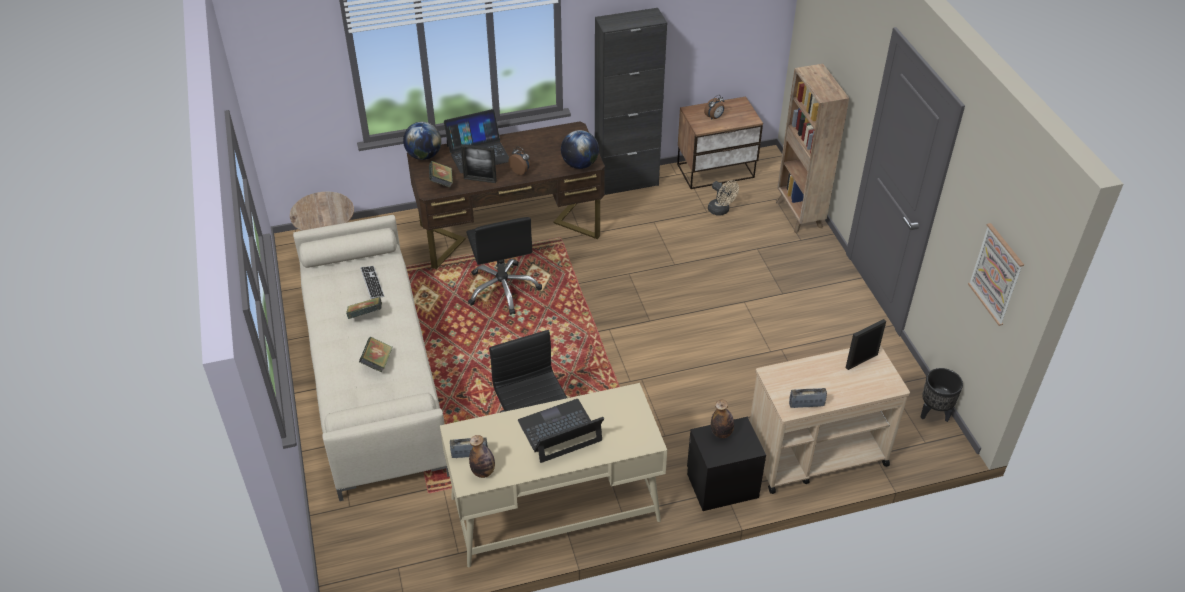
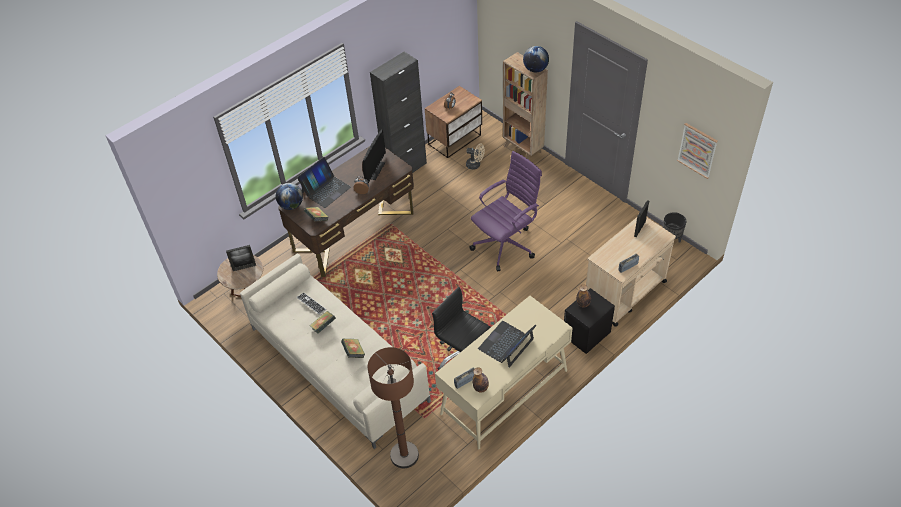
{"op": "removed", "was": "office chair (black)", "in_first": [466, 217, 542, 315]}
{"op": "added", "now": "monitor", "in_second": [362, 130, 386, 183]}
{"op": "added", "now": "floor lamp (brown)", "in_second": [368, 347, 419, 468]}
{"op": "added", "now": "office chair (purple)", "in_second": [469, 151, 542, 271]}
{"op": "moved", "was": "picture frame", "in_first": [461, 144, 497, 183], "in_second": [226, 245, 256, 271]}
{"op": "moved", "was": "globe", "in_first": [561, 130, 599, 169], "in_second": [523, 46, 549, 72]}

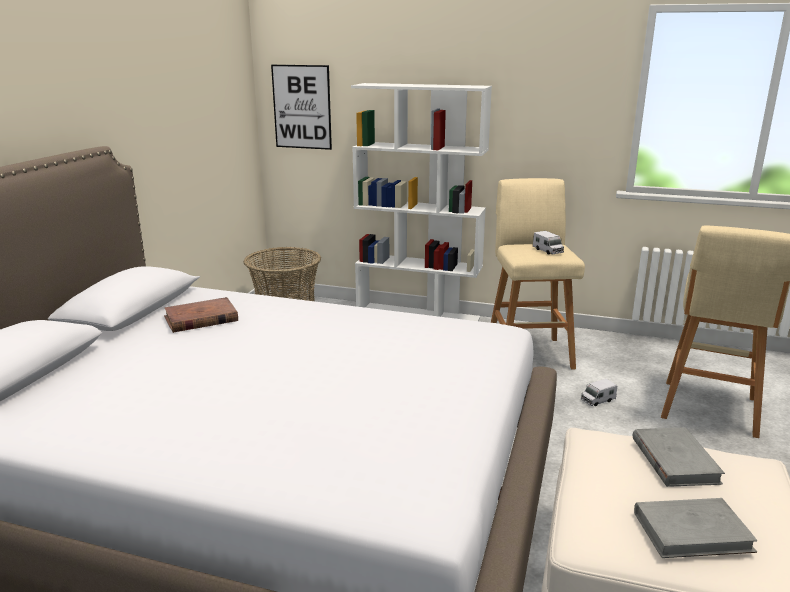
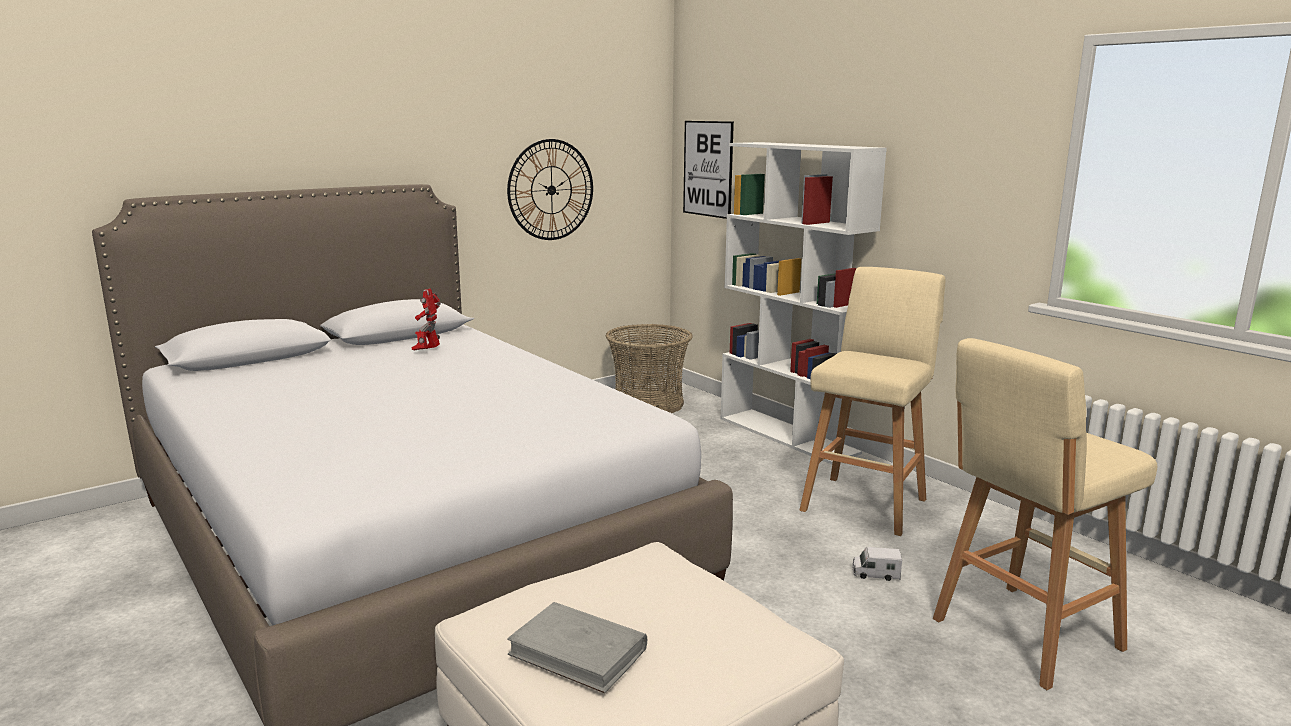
{"op": "removed", "was": "toy truck", "in_first": [533, 231, 564, 255]}
{"op": "removed", "was": "book (grey)", "in_first": [633, 428, 725, 487]}
{"op": "added", "now": "wall clock", "in_second": [507, 139, 593, 240]}
{"op": "replaced", "was": "book (brown)", "now": "toy robot", "in_first": [164, 297, 238, 333], "in_second": [411, 288, 441, 350]}

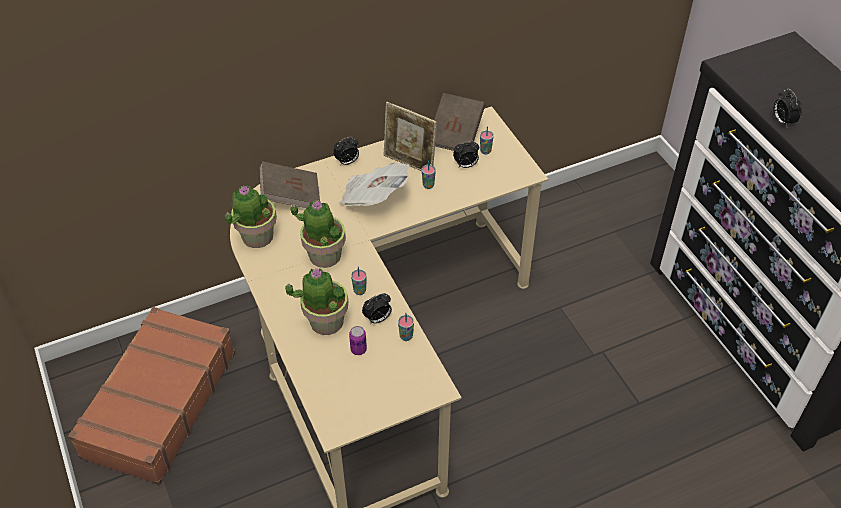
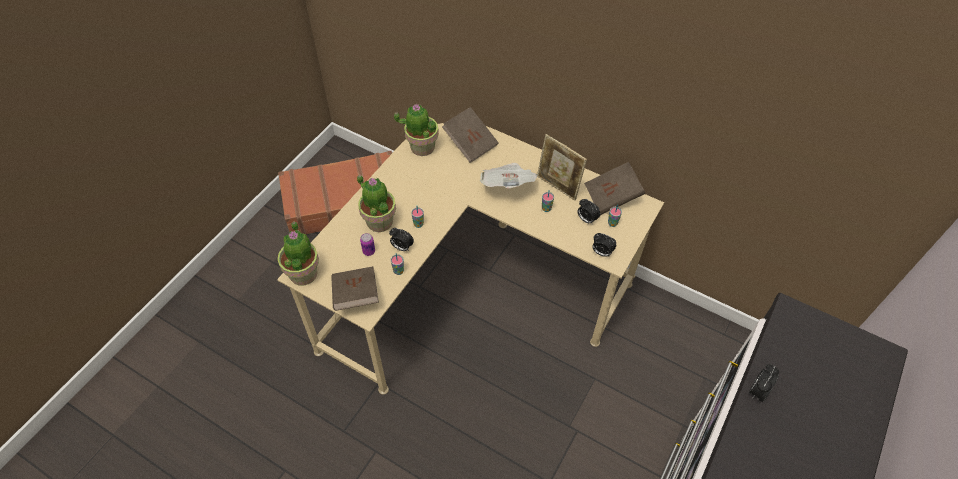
{"op": "added", "now": "book (brown)", "in_second": [331, 266, 379, 311]}
{"op": "moved", "was": "potted plant", "in_first": [291, 200, 346, 268], "in_second": [277, 221, 319, 286]}
{"op": "moved", "was": "alarm clock", "in_first": [333, 137, 359, 166], "in_second": [592, 233, 616, 257]}
{"op": "turned", "was": "picture frame", "in_first": [384, 102, 437, 171], "in_second": [537, 134, 587, 201], "clockwise": -45}

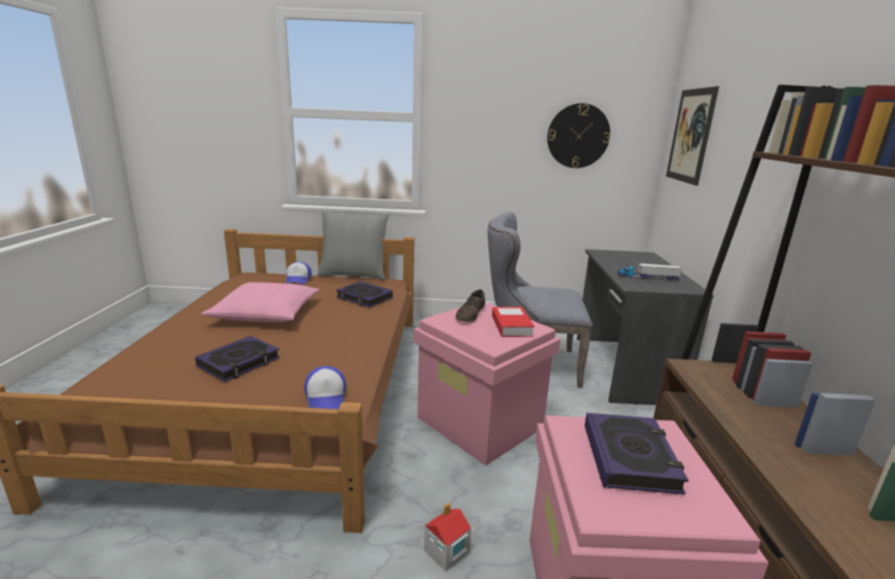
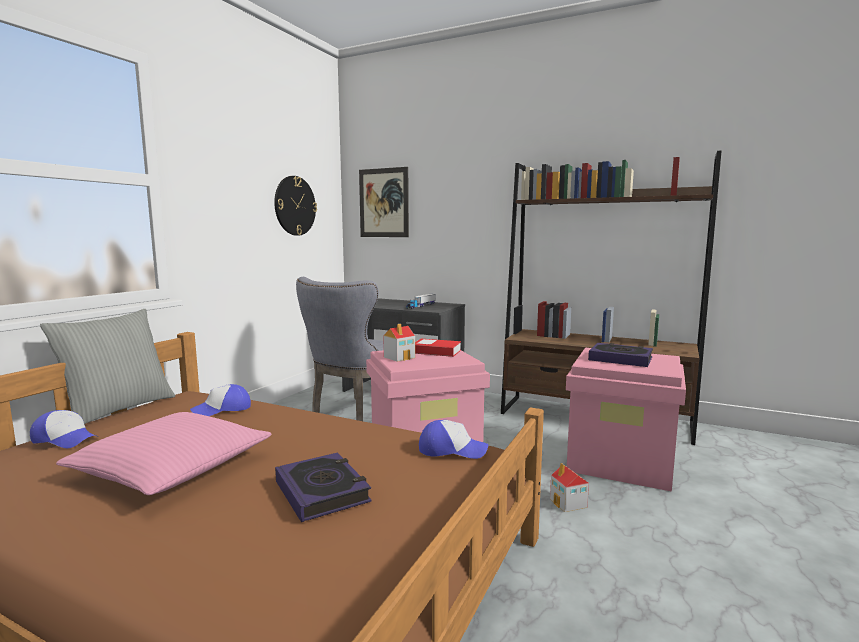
{"op": "replaced", "was": "book", "now": "cap", "in_first": [336, 281, 393, 308], "in_second": [190, 384, 251, 416]}
{"op": "replaced", "was": "shoe (brown)", "now": "toy house", "in_first": [456, 289, 485, 322], "in_second": [383, 324, 415, 362]}

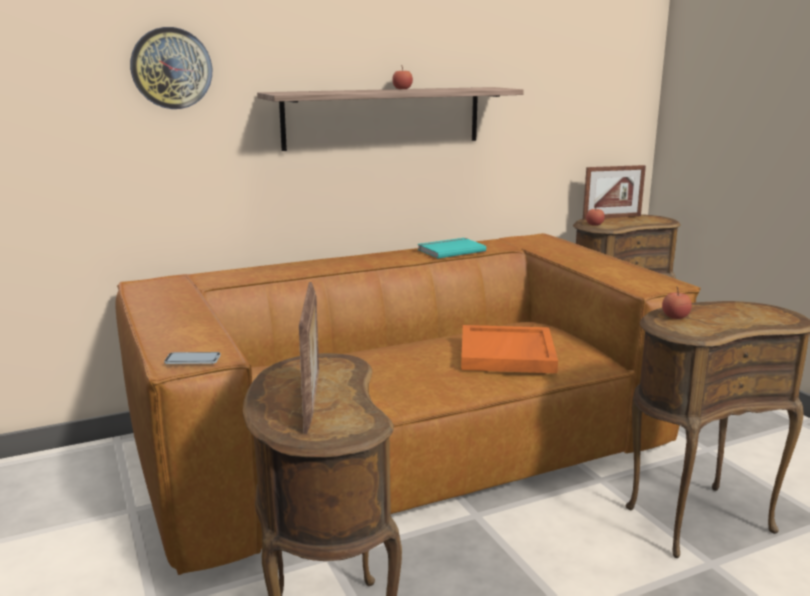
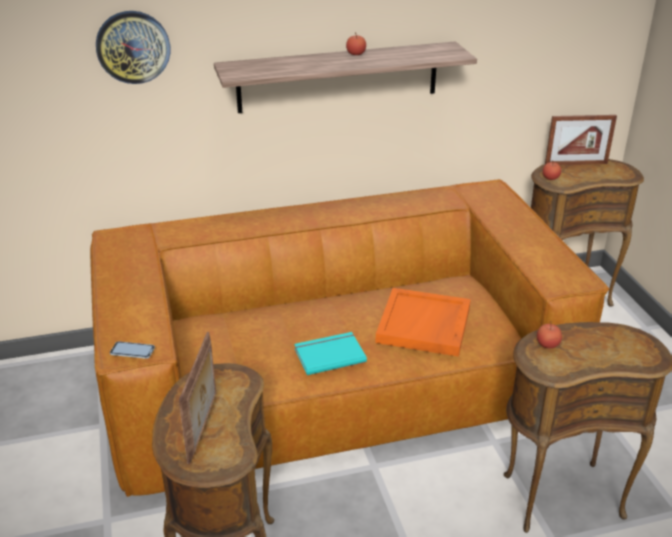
{"op": "moved", "was": "book (turquoise)", "in_first": [417, 238, 486, 259], "in_second": [294, 332, 367, 375]}

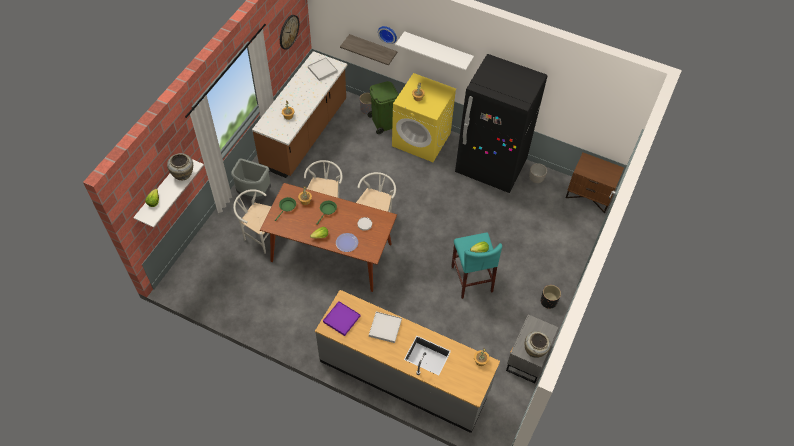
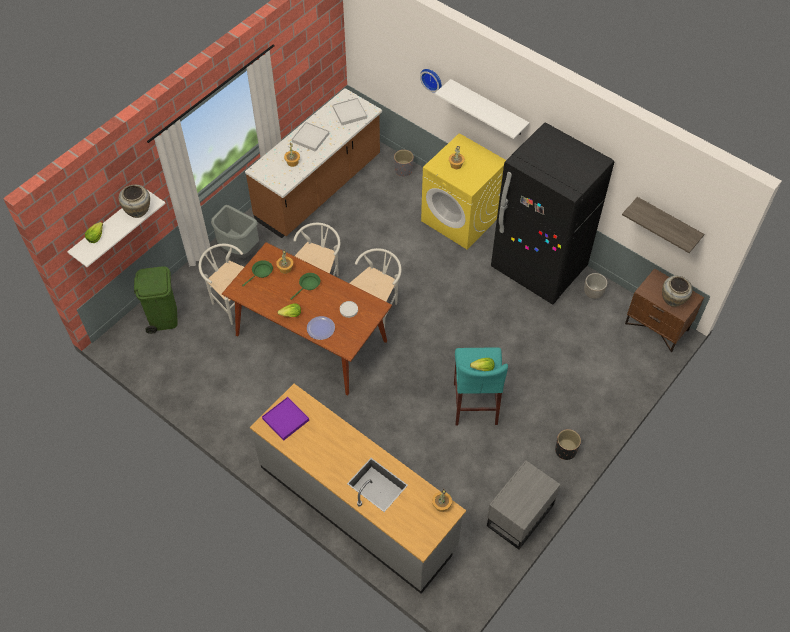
{"op": "removed", "was": "wall clock", "in_first": [280, 15, 299, 50]}
{"op": "moved", "was": "shelf", "in_first": [340, 34, 398, 65], "in_second": [622, 197, 704, 253]}
{"op": "moved", "was": "trash can (green)", "in_first": [368, 81, 399, 134], "in_second": [134, 266, 178, 334]}
{"op": "moved", "was": "tray (white)", "in_first": [369, 312, 402, 343], "in_second": [292, 122, 329, 152]}
{"op": "moved", "was": "vase (beige)", "in_first": [525, 331, 551, 358], "in_second": [662, 276, 693, 307]}

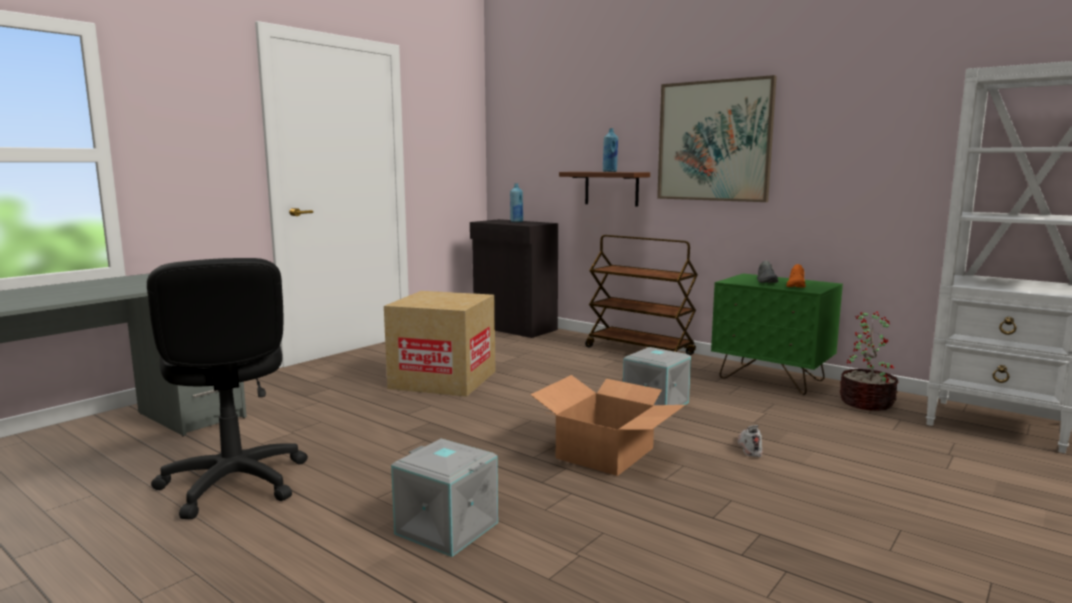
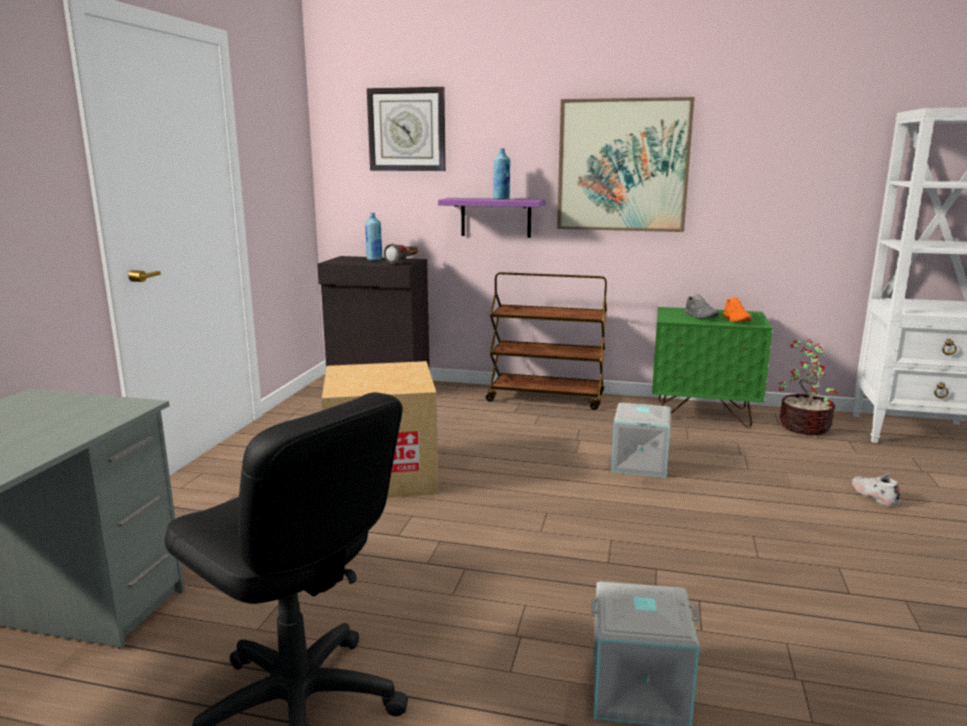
{"op": "removed", "was": "cardboard box", "in_first": [530, 375, 685, 476]}
{"op": "added", "now": "wall clock", "in_second": [367, 87, 446, 171]}
{"op": "added", "now": "flashlight", "in_second": [384, 244, 419, 265]}
{"op": "moved", "was": "shoe (white)", "in_first": [738, 425, 763, 457], "in_second": [852, 473, 901, 507]}
{"op": "recoloured", "was": "shelf (brown)", "now": "shelf (purple)", "in_first": [559, 172, 650, 207], "in_second": [438, 198, 546, 238]}

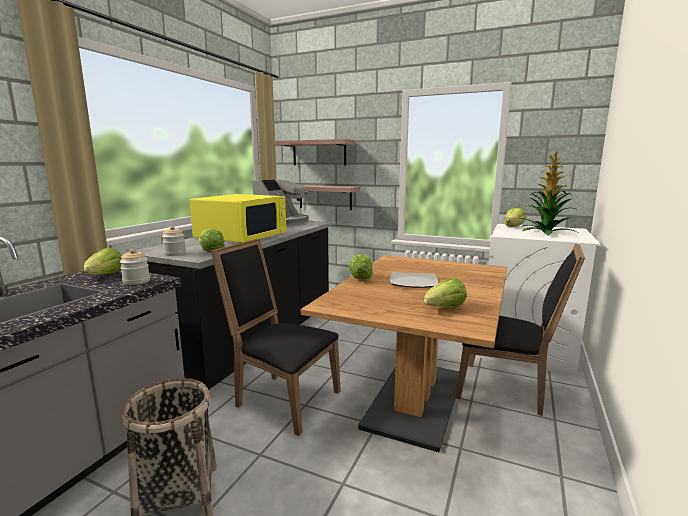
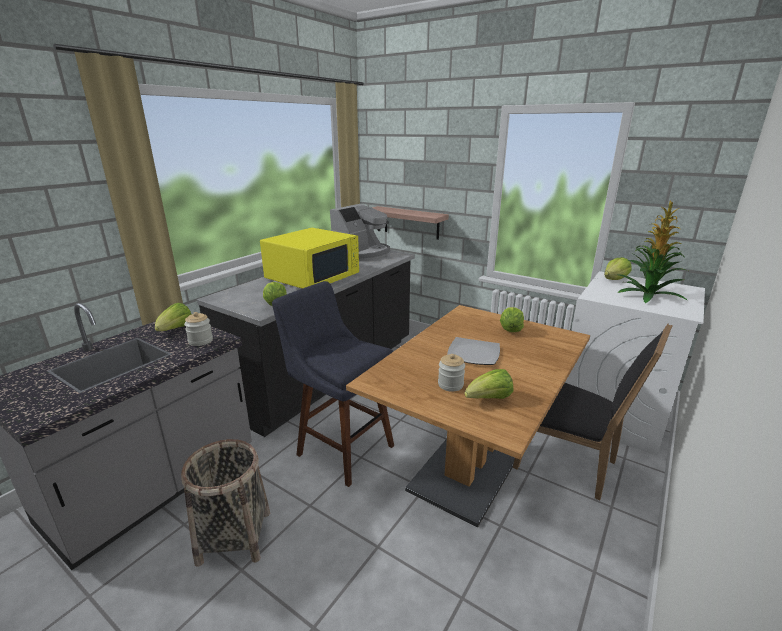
{"op": "removed", "was": "shelf", "in_first": [274, 139, 355, 165]}
{"op": "moved", "was": "jar", "in_first": [162, 226, 186, 256], "in_second": [438, 354, 465, 392]}
{"op": "moved", "was": "lettuce", "in_first": [349, 254, 373, 280], "in_second": [500, 307, 524, 332]}
{"op": "replaced", "was": "chair (black)", "now": "stool (blue)", "in_first": [211, 238, 341, 436], "in_second": [272, 281, 394, 487]}

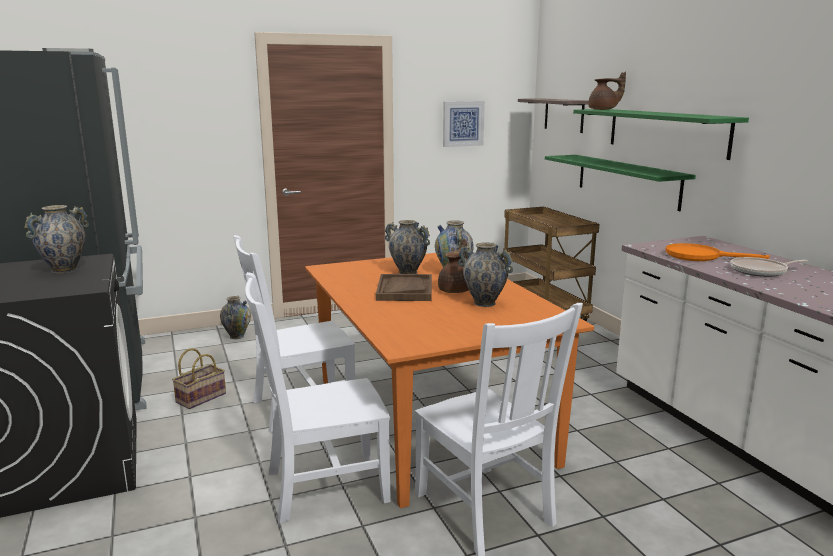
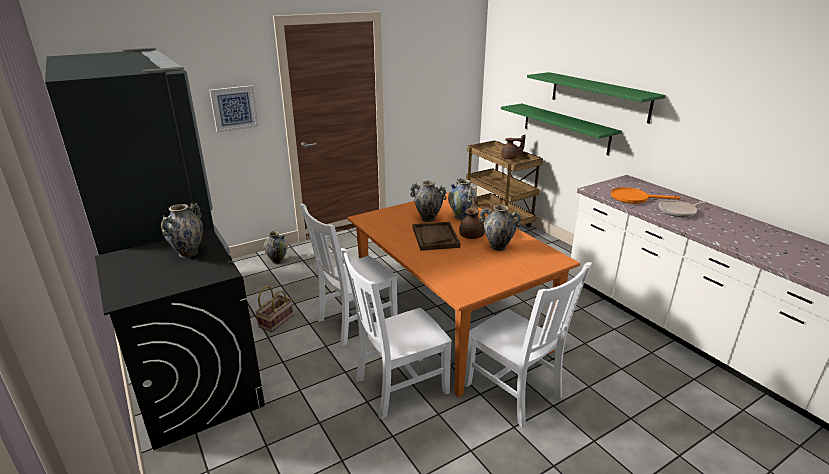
{"op": "removed", "was": "shelf", "in_first": [518, 98, 589, 133]}
{"op": "moved", "was": "picture", "in_first": [443, 101, 485, 147], "in_second": [209, 85, 258, 133]}
{"op": "moved", "was": "teapot (brown)", "in_first": [588, 72, 626, 110], "in_second": [501, 134, 526, 159]}

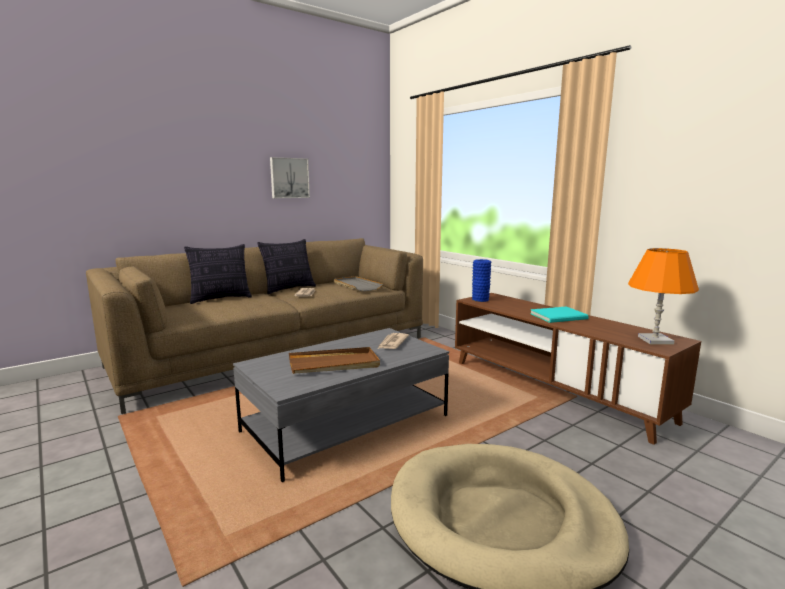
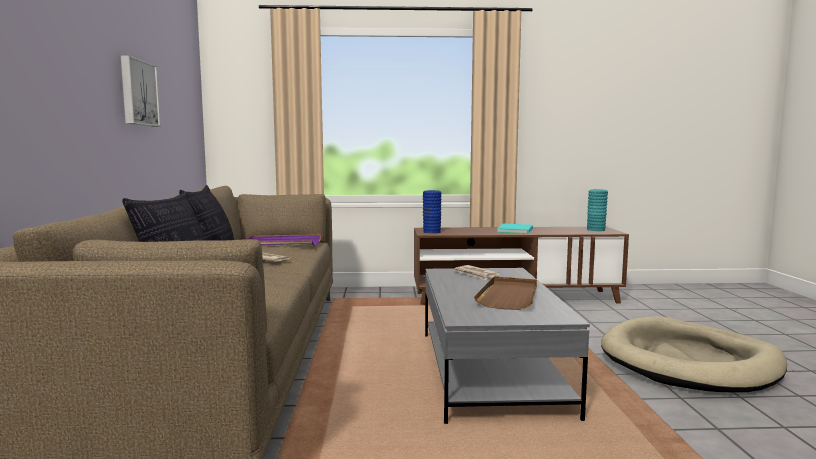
{"op": "replaced", "was": "table lamp (orange)", "now": "vase (turquoise)", "in_first": [628, 248, 699, 344], "in_second": [587, 189, 608, 231]}
{"op": "recoloured", "was": "tray (grey)", "now": "tray (purple)", "in_first": [334, 276, 383, 291], "in_second": [243, 234, 321, 247]}

